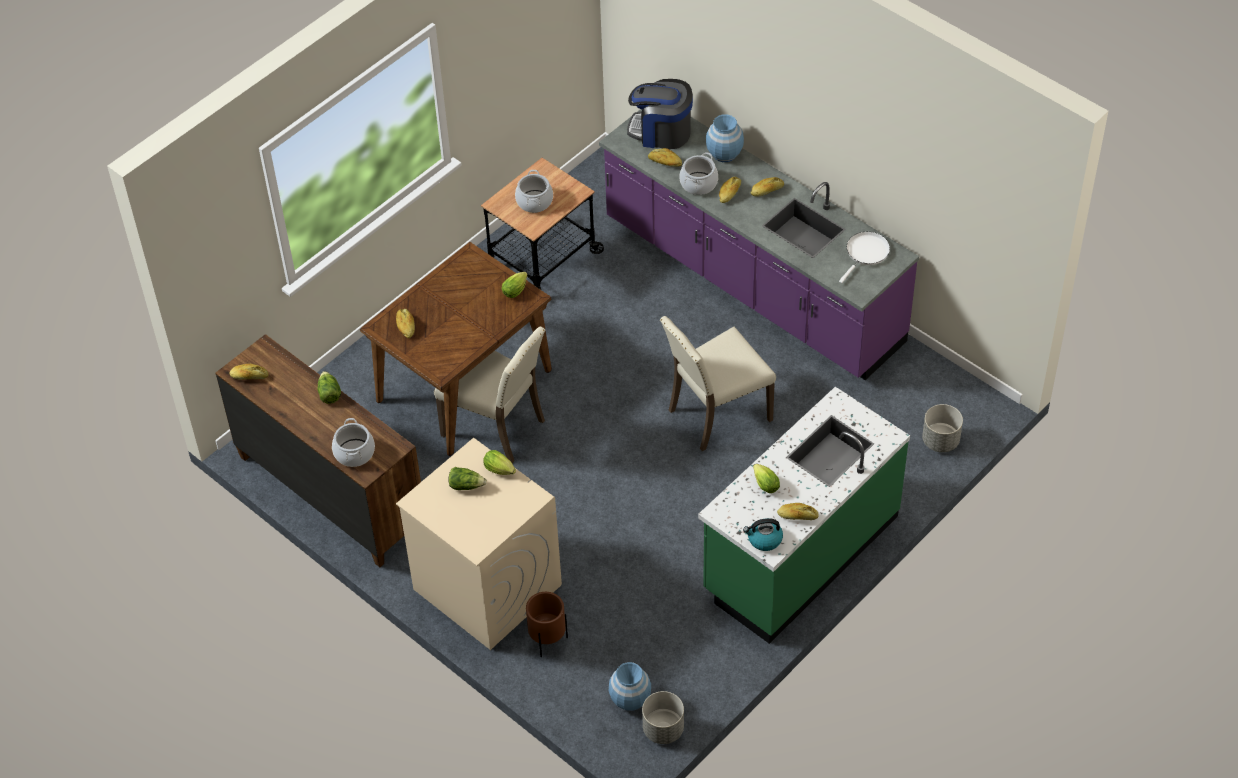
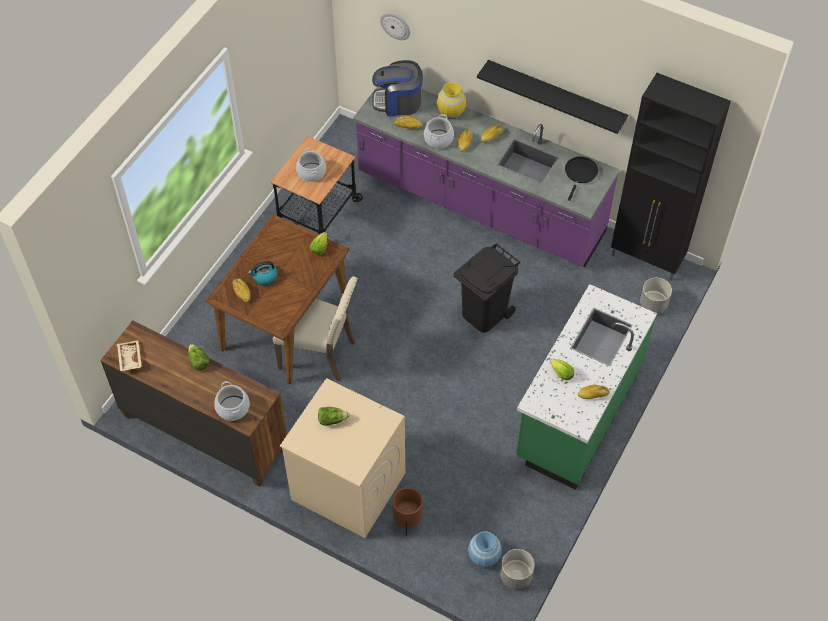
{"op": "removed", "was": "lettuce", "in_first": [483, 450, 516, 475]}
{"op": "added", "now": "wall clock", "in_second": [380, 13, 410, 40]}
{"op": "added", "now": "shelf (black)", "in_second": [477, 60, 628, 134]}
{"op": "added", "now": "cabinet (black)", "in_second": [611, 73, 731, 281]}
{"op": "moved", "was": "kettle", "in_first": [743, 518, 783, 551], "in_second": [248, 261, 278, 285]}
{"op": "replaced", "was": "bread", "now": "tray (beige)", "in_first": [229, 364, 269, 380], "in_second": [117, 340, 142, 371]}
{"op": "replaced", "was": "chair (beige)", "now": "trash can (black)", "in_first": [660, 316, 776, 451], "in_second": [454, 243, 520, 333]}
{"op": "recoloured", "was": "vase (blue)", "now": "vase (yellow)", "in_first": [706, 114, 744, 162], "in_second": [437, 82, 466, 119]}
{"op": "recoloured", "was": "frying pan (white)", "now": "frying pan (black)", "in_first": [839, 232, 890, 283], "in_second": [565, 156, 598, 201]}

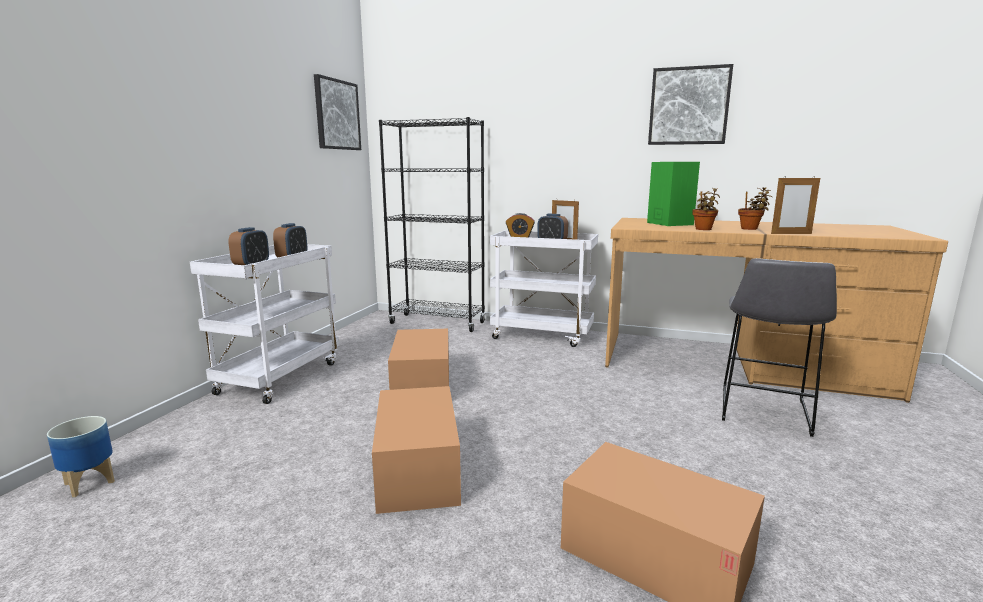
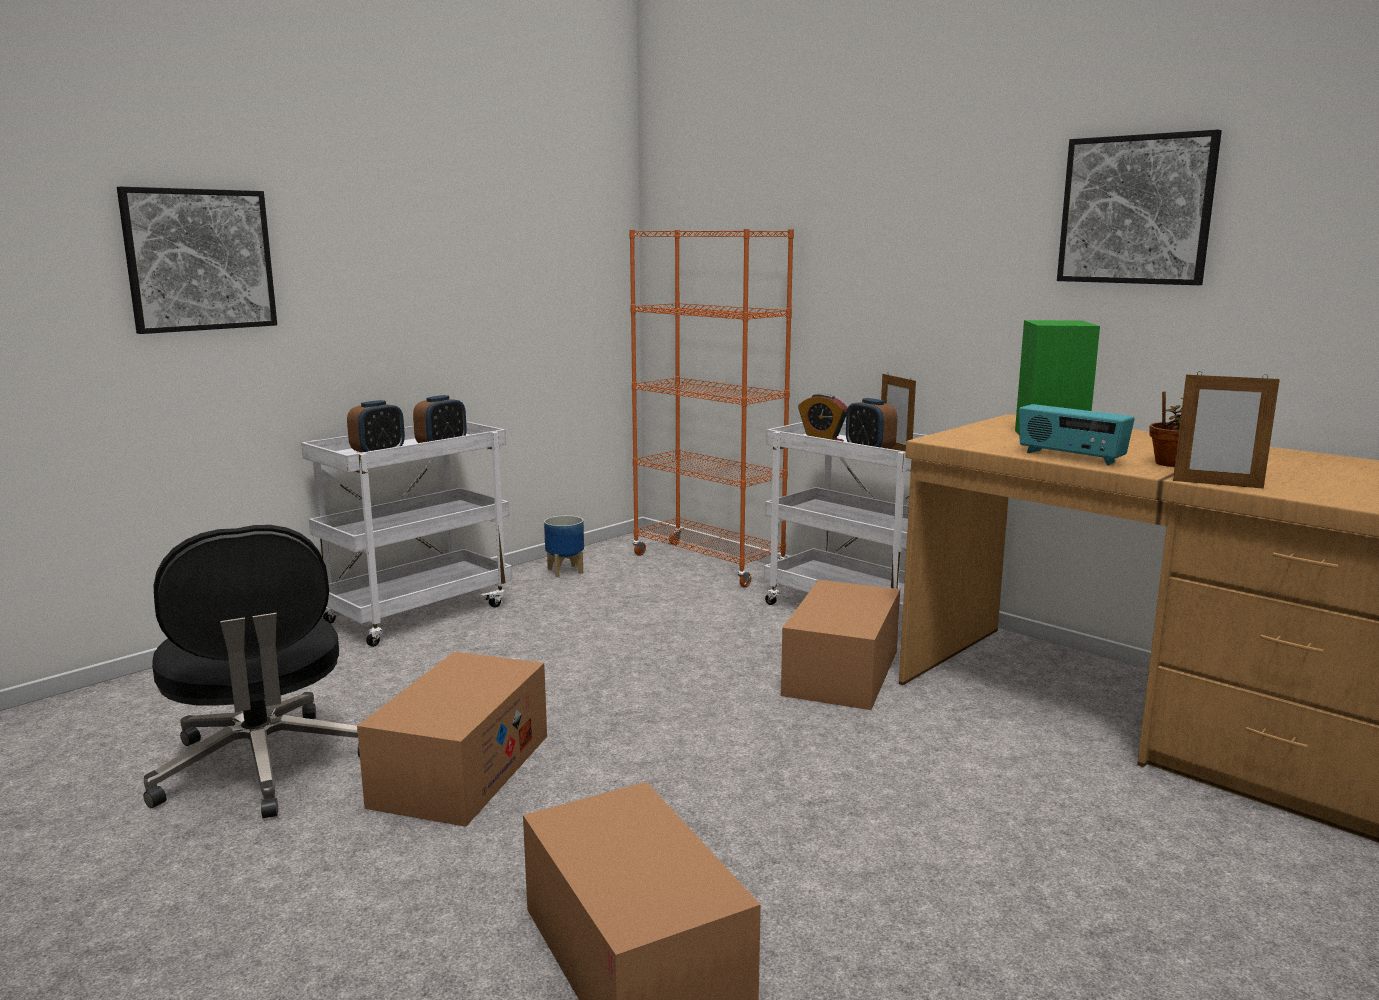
{"op": "removed", "was": "stool (grey)", "in_first": [722, 258, 837, 437]}
{"op": "added", "now": "office chair (black)", "in_second": [144, 525, 360, 818]}
{"op": "moved", "was": "planter", "in_first": [47, 416, 115, 497], "in_second": [544, 515, 584, 577]}
{"op": "moved", "was": "picture", "in_first": [314, 74, 361, 150], "in_second": [117, 187, 277, 334]}
{"op": "moved", "was": "cardboard box", "in_first": [388, 329, 449, 390], "in_second": [781, 580, 900, 710]}
{"op": "replaced", "was": "potted plant", "now": "radio", "in_first": [692, 188, 720, 230], "in_second": [1019, 404, 1135, 465]}
{"op": "recoloured", "was": "bookcase (black)", "now": "bookcase (orange)", "in_first": [379, 117, 485, 332], "in_second": [629, 229, 794, 588]}

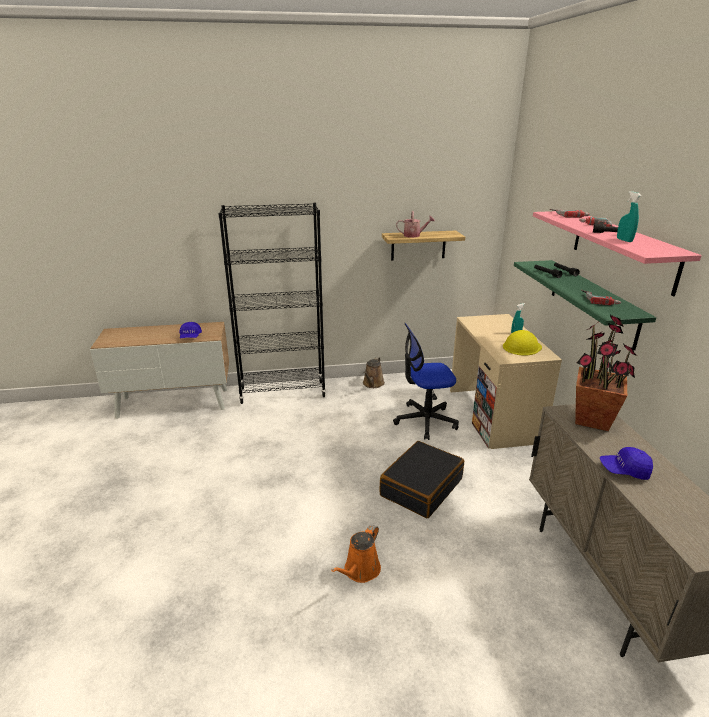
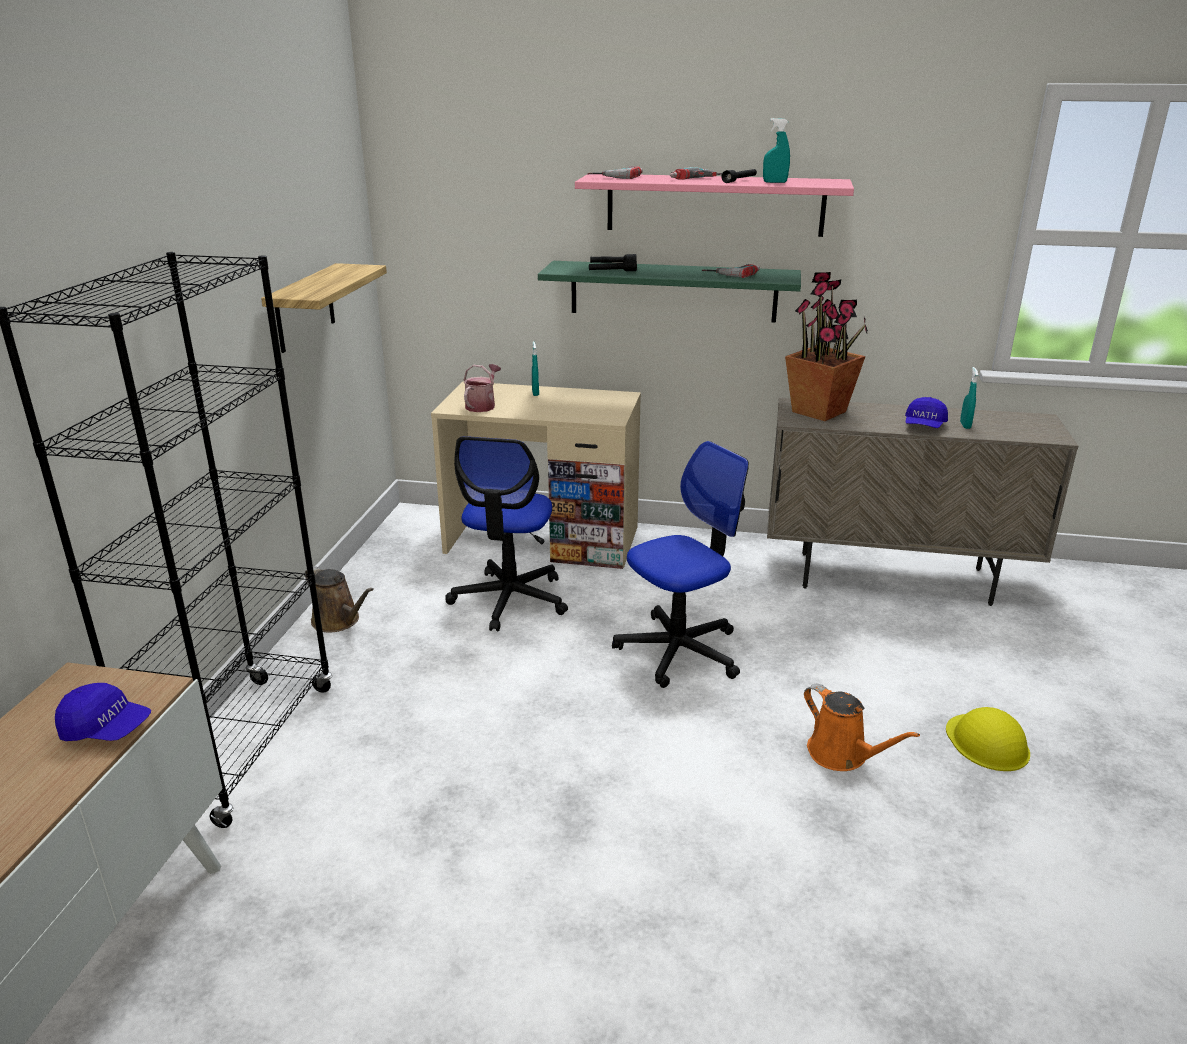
{"op": "added", "now": "spray bottle (turquoise)", "in_second": [960, 367, 978, 429]}
{"op": "moved", "was": "watering can", "in_first": [396, 211, 435, 238], "in_second": [464, 364, 501, 412]}
{"op": "moved", "was": "hard hat (yellow)", "in_first": [503, 330, 542, 355], "in_second": [946, 707, 1030, 771]}
{"op": "replaced", "was": "suitcase (black)", "now": "office chair", "in_first": [379, 441, 464, 518], "in_second": [612, 441, 749, 688]}

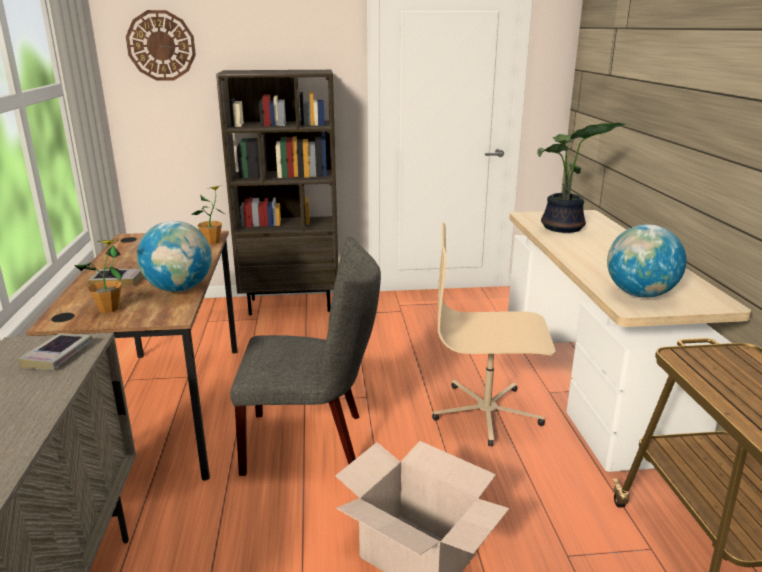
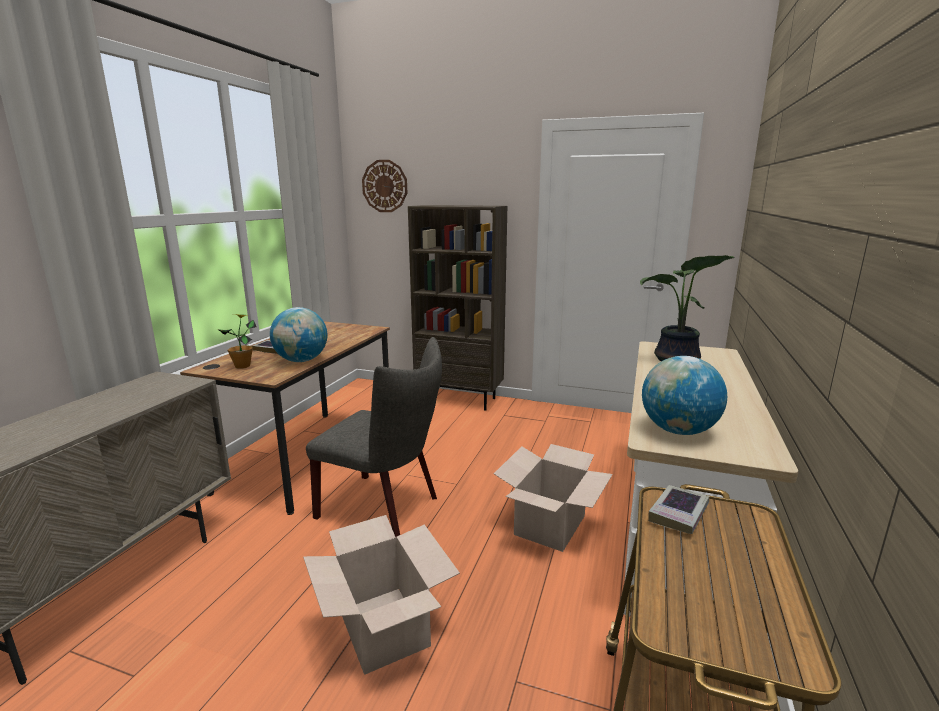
{"op": "removed", "was": "potted plant", "in_first": [191, 185, 224, 245]}
{"op": "moved", "was": "book", "in_first": [18, 333, 93, 369], "in_second": [648, 485, 709, 534]}
{"op": "replaced", "was": "office chair (beige)", "now": "cardboard box", "in_first": [432, 223, 556, 446], "in_second": [494, 444, 613, 552]}

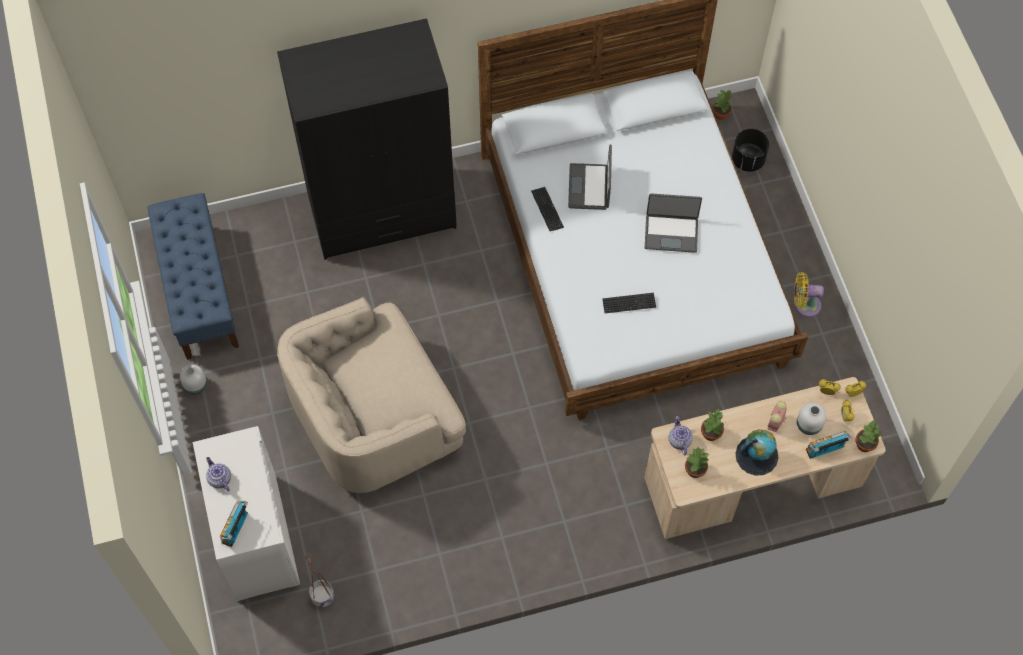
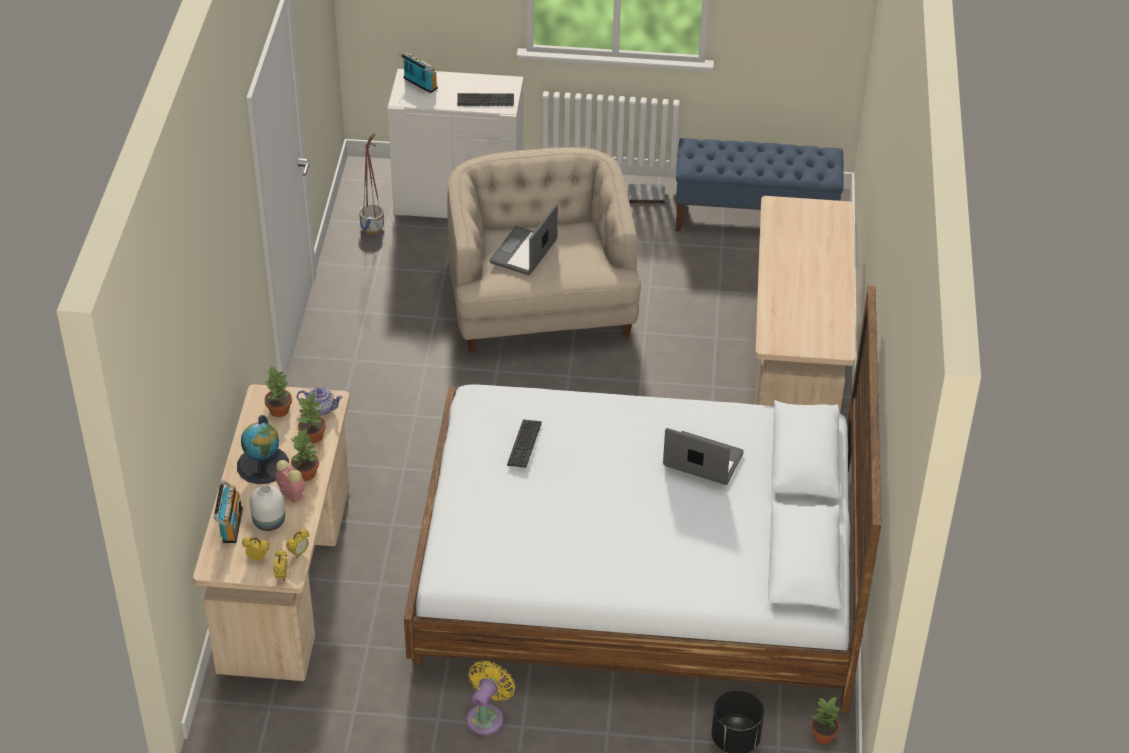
{"op": "removed", "was": "teapot", "in_first": [206, 457, 231, 492]}
{"op": "moved", "was": "keyboard", "in_first": [531, 187, 564, 231], "in_second": [457, 93, 514, 106]}
{"op": "moved", "was": "laptop", "in_first": [645, 193, 702, 253], "in_second": [490, 204, 558, 275]}
{"op": "moved", "was": "potted plant", "in_first": [855, 420, 882, 452], "in_second": [291, 428, 319, 481]}
{"op": "replaced", "was": "vase (white)", "now": "book (grey)", "in_first": [180, 364, 207, 395], "in_second": [628, 184, 665, 204]}
{"op": "replaced", "was": "wardrobe (black)", "now": "desk (beige)", "in_first": [277, 18, 457, 260], "in_second": [755, 196, 856, 413]}

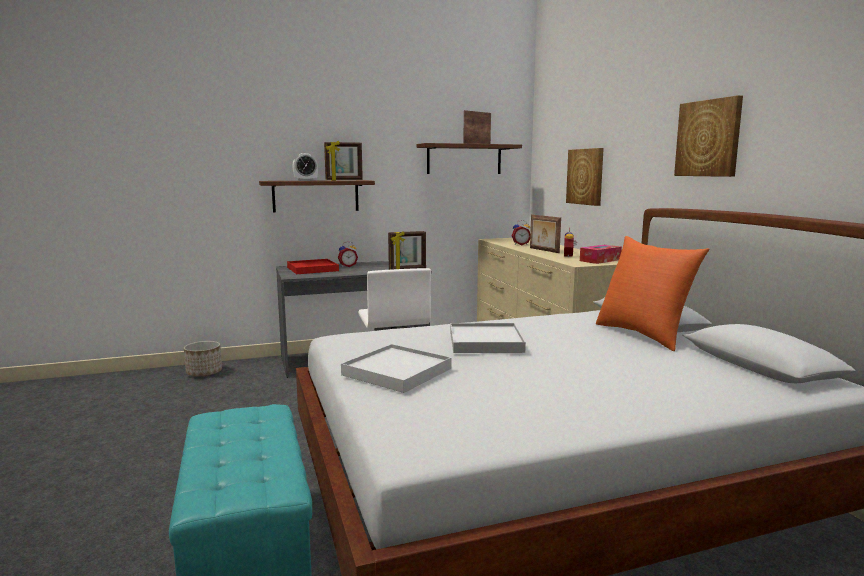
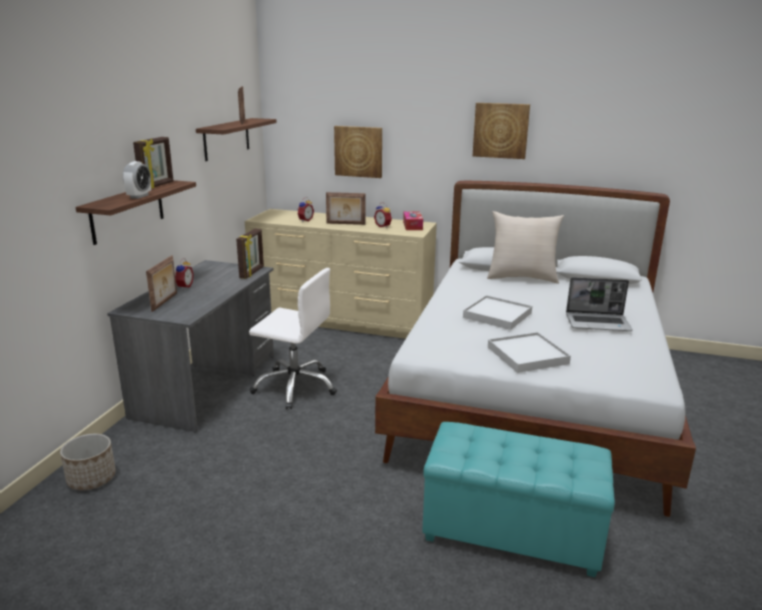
{"op": "added", "now": "laptop", "in_second": [566, 277, 633, 331]}
{"op": "replaced", "was": "tray (red)", "now": "picture frame", "in_first": [287, 259, 339, 274], "in_second": [146, 255, 177, 312]}
{"op": "recoloured", "was": "pillow (orange)", "now": "pillow (beige)", "in_first": [596, 236, 709, 351], "in_second": [487, 211, 564, 284]}

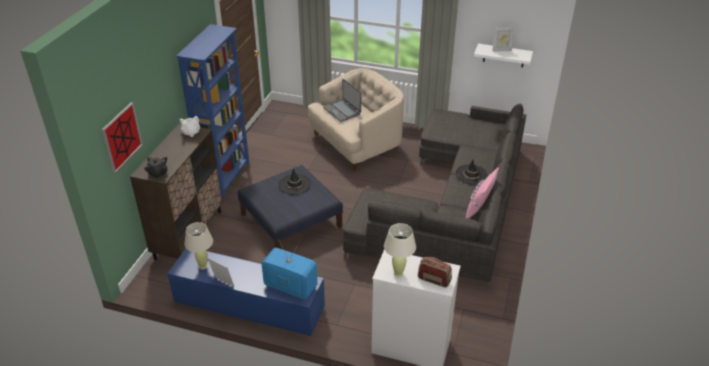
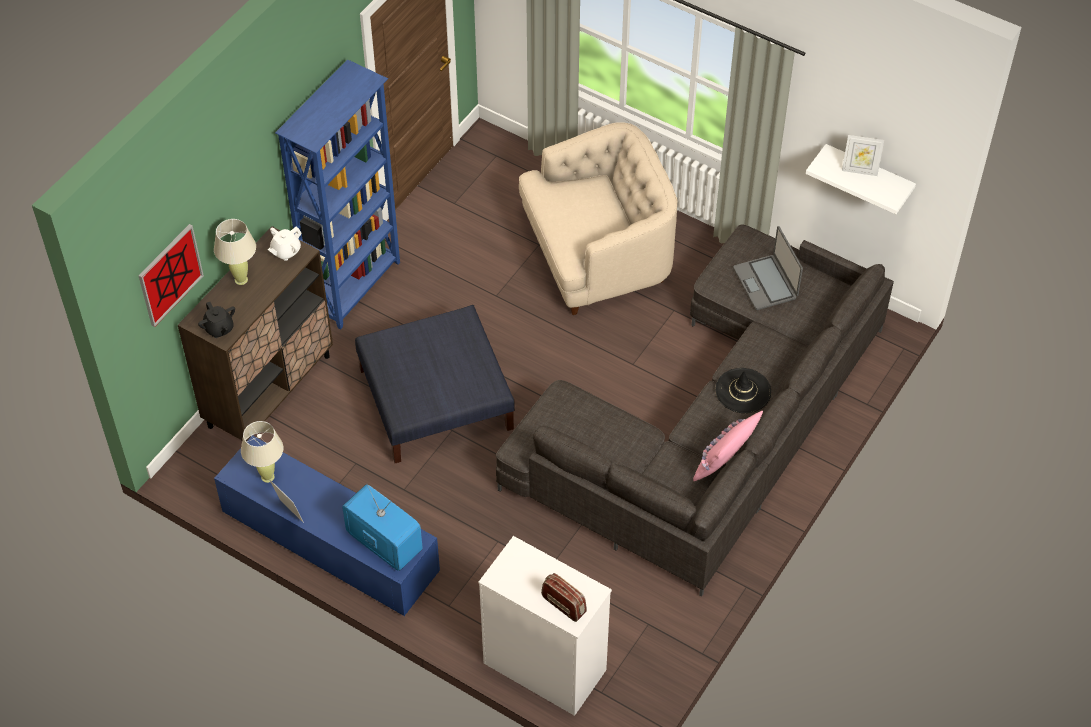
{"op": "removed", "was": "hat (black)", "in_first": [278, 168, 311, 195]}
{"op": "moved", "was": "laptop", "in_first": [323, 79, 361, 122], "in_second": [733, 226, 803, 310]}
{"op": "moved", "was": "table lamp (beige)", "in_first": [384, 223, 416, 277], "in_second": [214, 219, 256, 285]}

